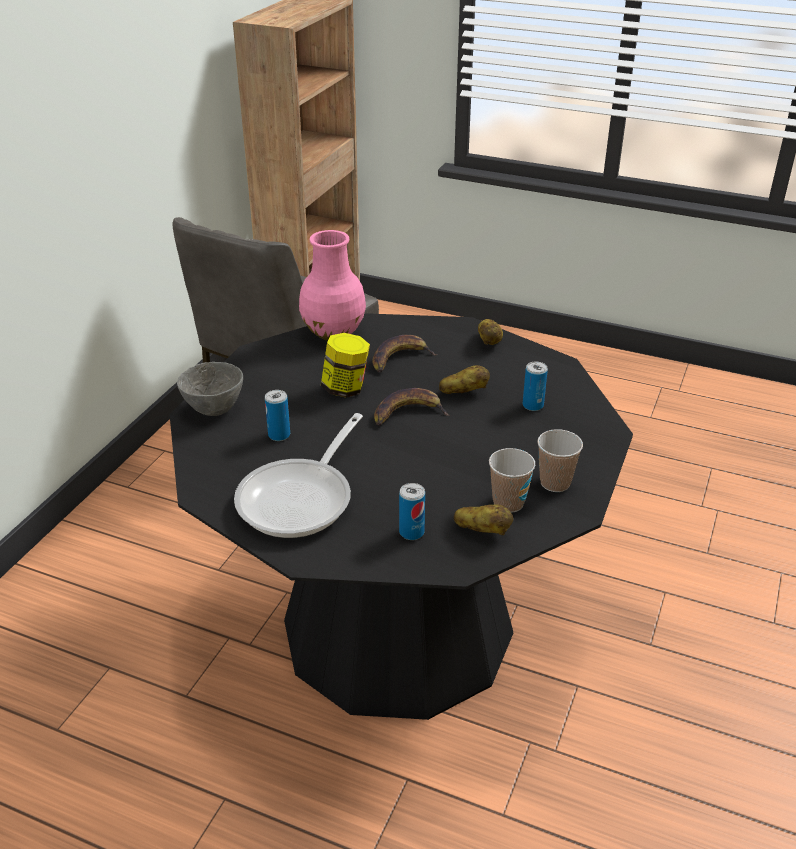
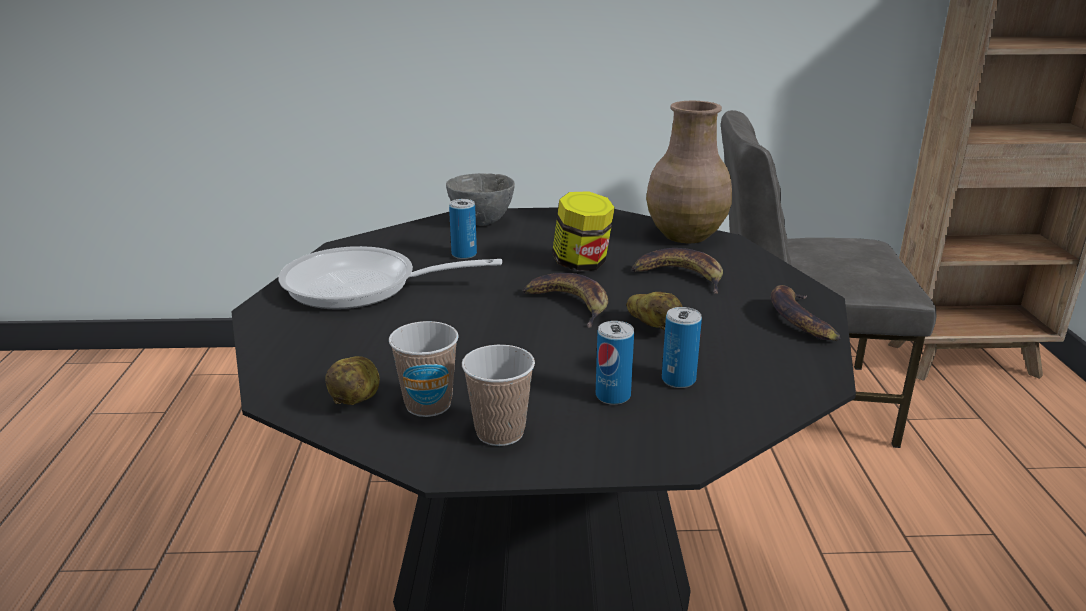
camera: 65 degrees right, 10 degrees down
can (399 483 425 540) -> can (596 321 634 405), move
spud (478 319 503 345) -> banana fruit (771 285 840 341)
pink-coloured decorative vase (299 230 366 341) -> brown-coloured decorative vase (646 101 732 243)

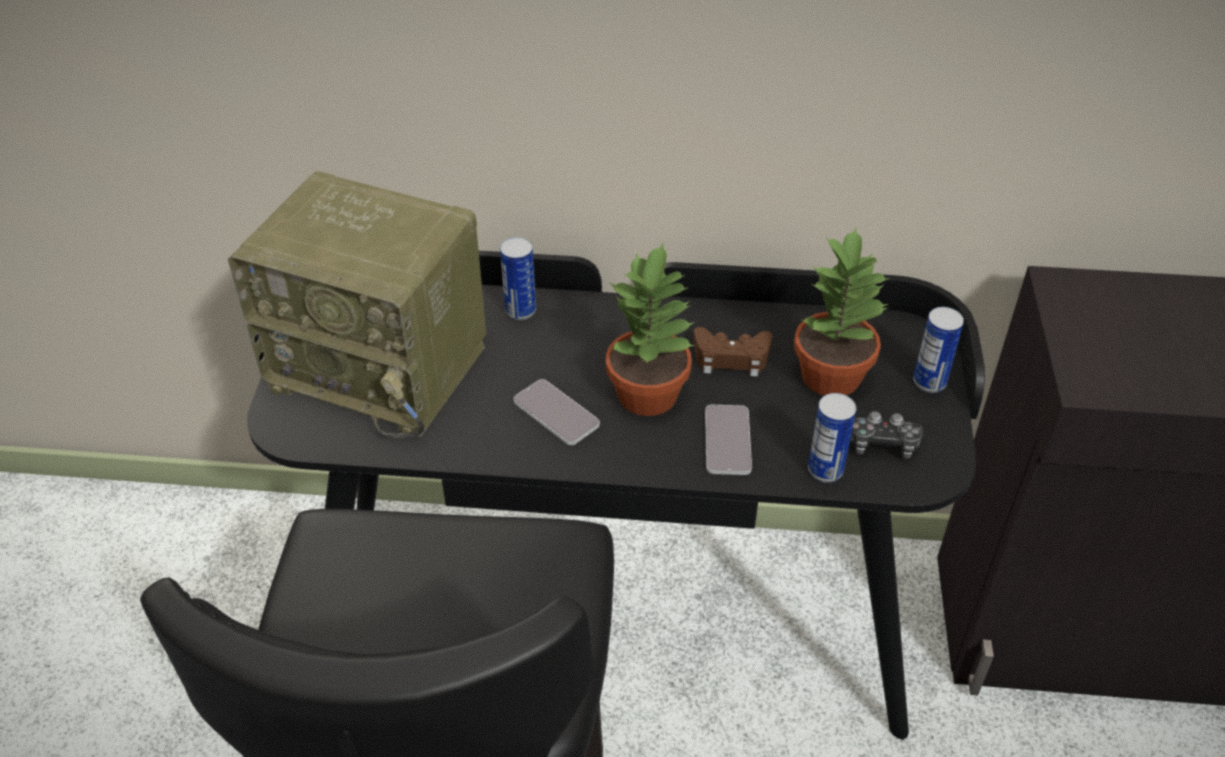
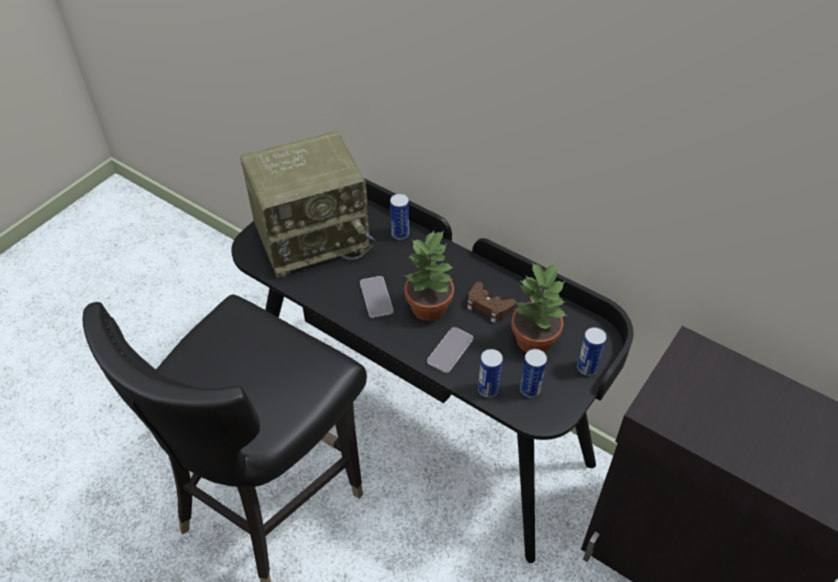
camera: 30 degrees right, 5 degrees up
joypad (850 411 924 459) -> can (520 349 547 398)
radio (228 172 486 438) -> radio (240 131 376 278), 75 degrees counterclockwise

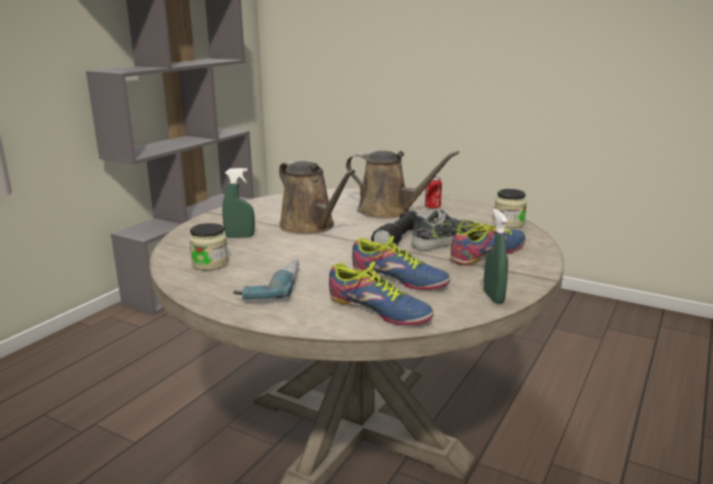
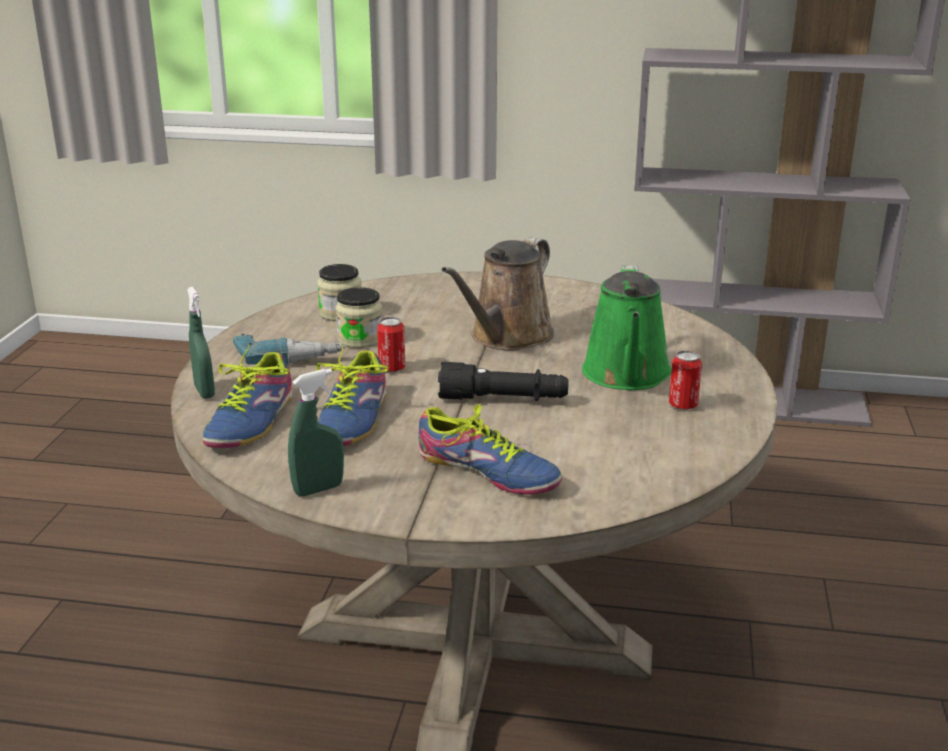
camera: 70 degrees right, 5 degrees up
item of footwear (411 208 477 251) -> none
none -> can (377 317 405 372)
green-coloured hand sprayer (222 168 255 238) -> green-coloured hand sprayer (187 287 215 399), move
preserve jar (494 189 527 228) -> preserve jar (335 287 382 348), move
brown-coloured watering pot (346 151 459 219) -> green-coloured watering pot (582 265 672 390)

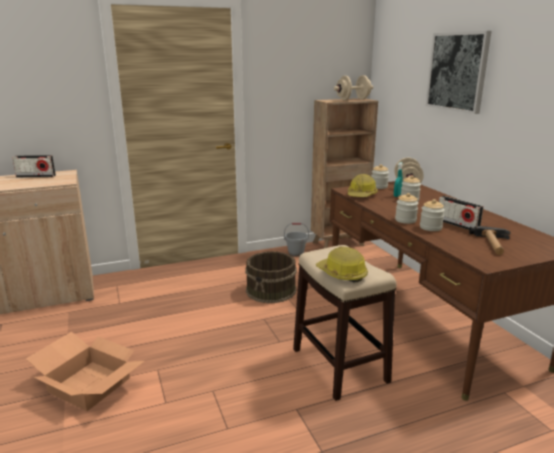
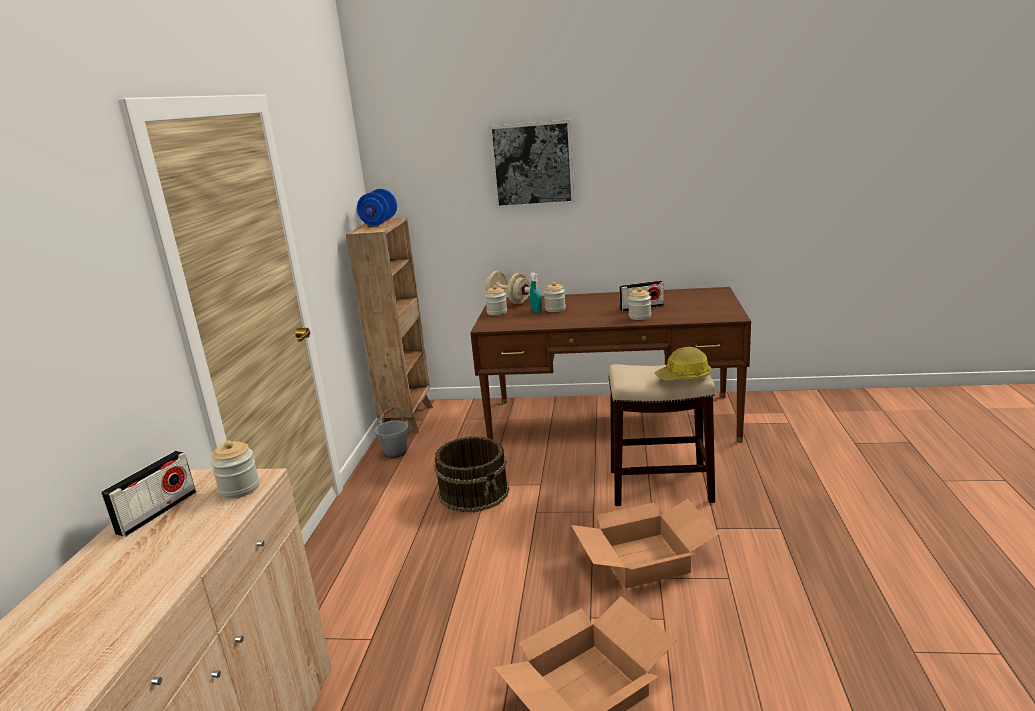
camera: 60 degrees left, 0 degrees up
safety helmet (348 174 378 197) -> none
tool hammer (469 226 511 255) -> none
none -> packing box (571 499 720 589)
preserve jar (395 193 419 224) -> preserve jar (210 440 260 499), move
beige dumbbell (334 75 373 100) -> bluish dumbbell (357 189 397 226)

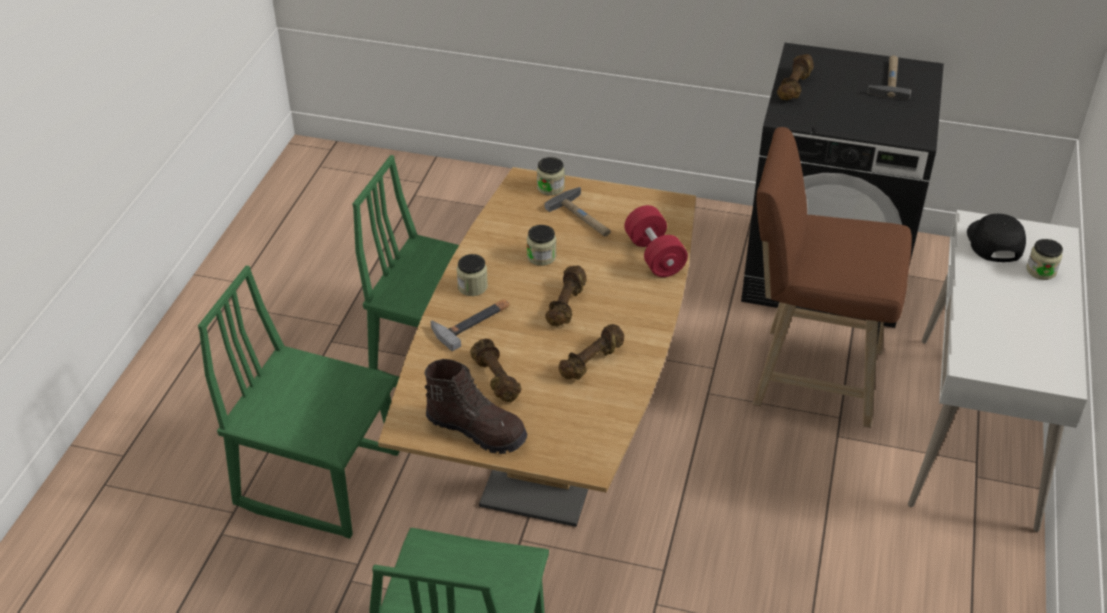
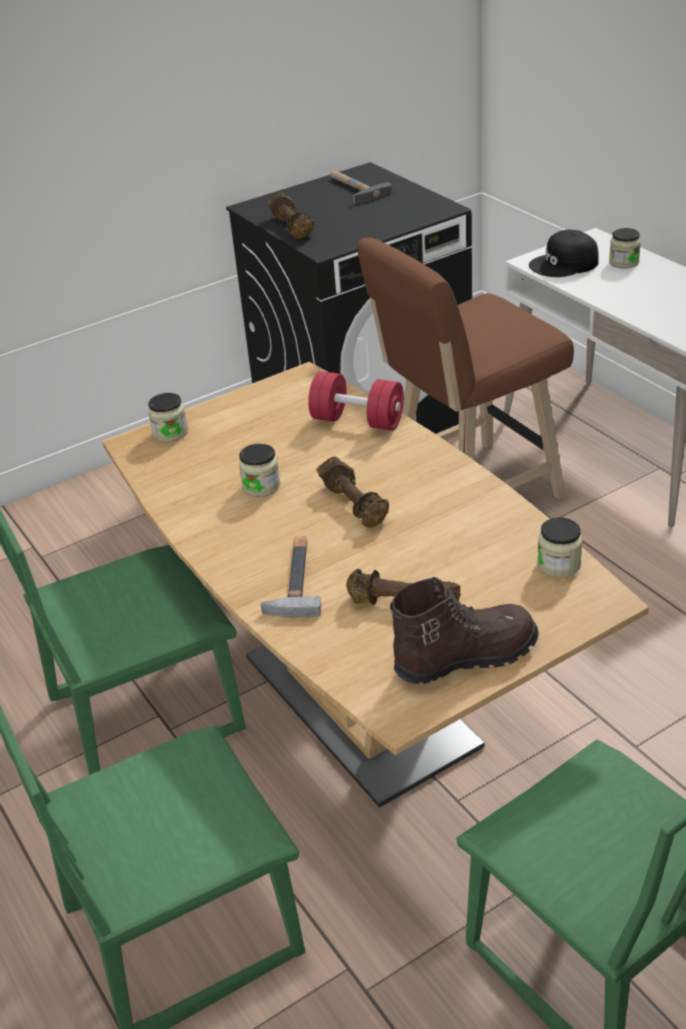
camera: 45 degrees left, 5 degrees down
tool hammer (545 187 611 236) -> none
brown-coloured dumbbell (559 324 625 380) -> none
preserve jar (457 254 488 296) -> preserve jar (537 517 583 578), move
black cap (967 214 1026 262) -> black cap (529 230 599 277), 60 degrees counterclockwise

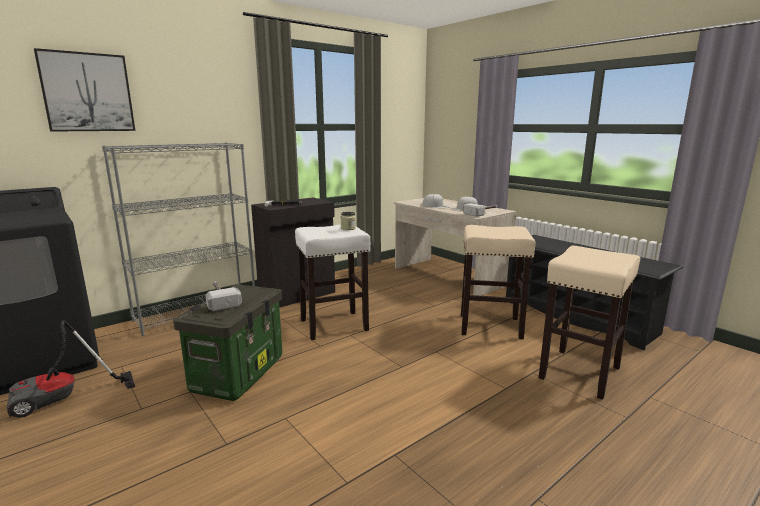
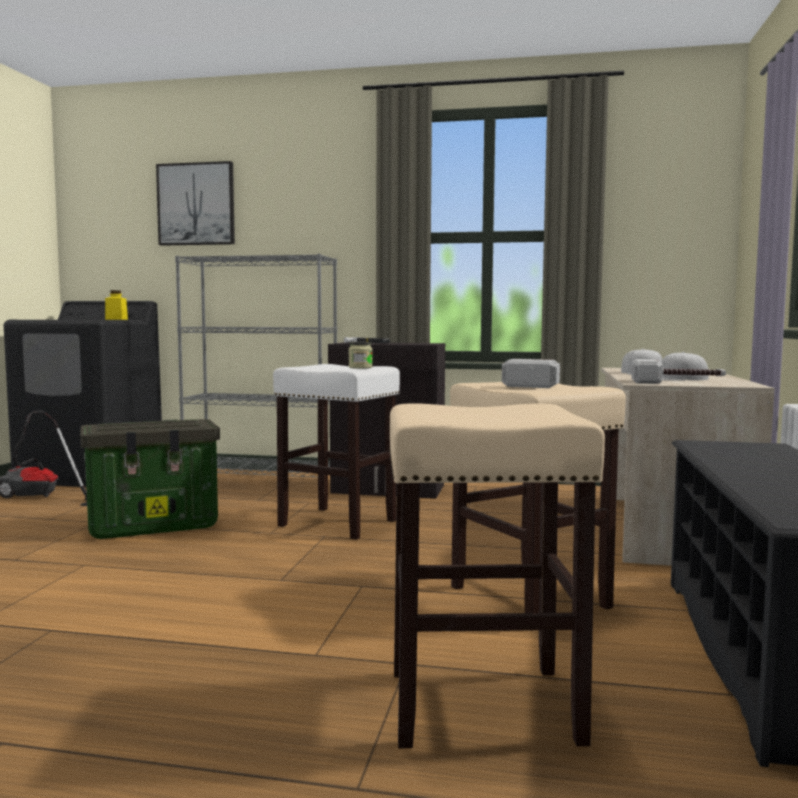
camera: 50 degrees right, 10 degrees down
none -> yellow-coloured preserve jar (105 290 128 320)
tool hammer (206 282 242 311) -> tool hammer (502 359 560 388), move

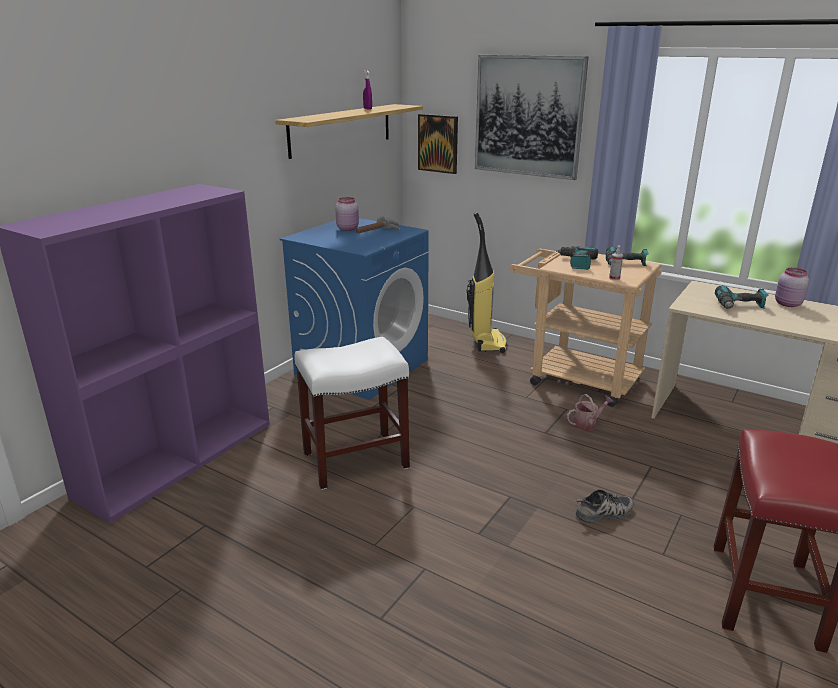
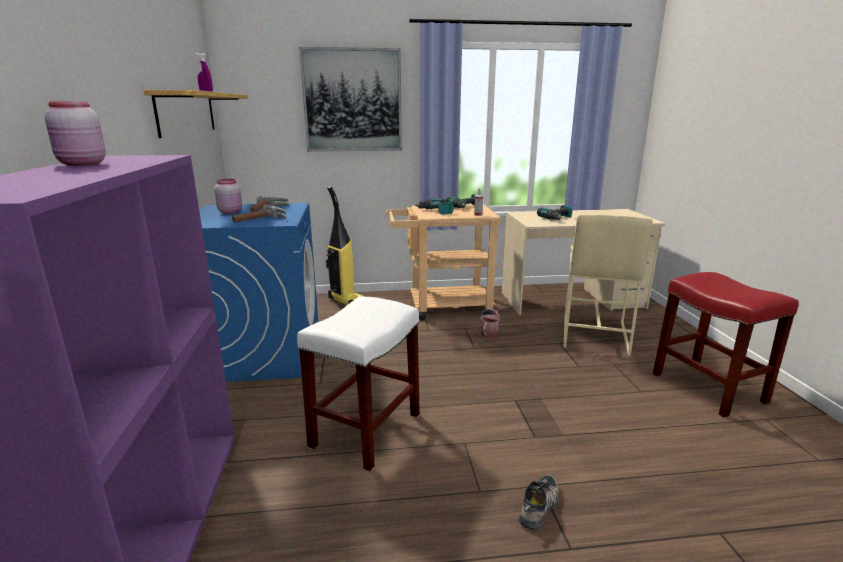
camera: 40 degrees left, 5 degrees down
wall art (418 114 458 174) -> none
none -> tool hammer (232 205 286 222)
none -> beige stool (564 214 653 356)
item of footwear (576 489 633 522) -> item of footwear (519 474 559 529), move
pink-coloured preserve jar (775 268 809 307) -> pink-coloured preserve jar (45 101 106 166), move

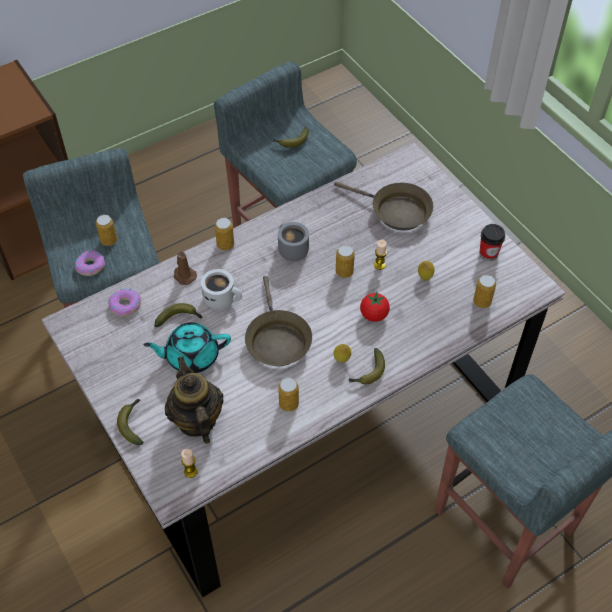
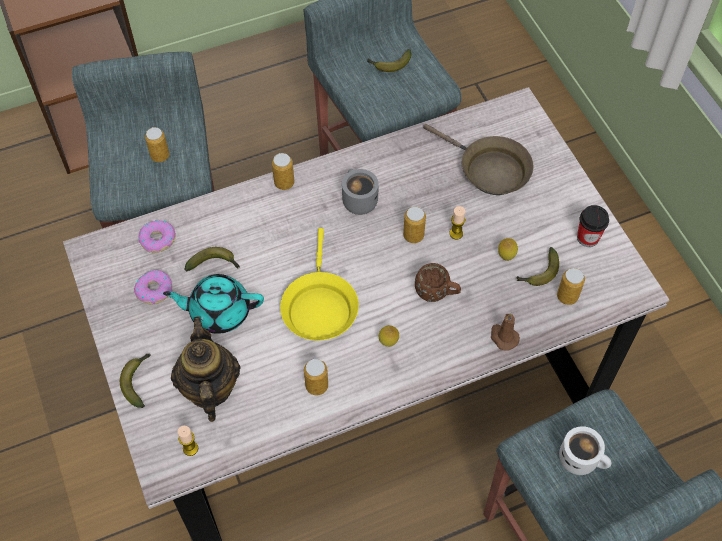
camera: 10 degrees right, 5 degrees up
donut (75 250 105 276) -> donut (134 270 172 305), move
brown-coloured wax candle (174 249 197 285) -> brown-coloured wax candle (491 313 520 351), move
white-coloured mug (201 269 242 310) -> white-coloured mug (559 426 611 475), move
banana fruit (349 348 385 384) -> banana fruit (516 247 559 286), move
whole tomato (360 292 390 322) -> brown-coloured mug (415 263 461 302)
brown-coloured frying pan (245 276 312 366) -> yellow-coloured frying pan (280 228 359 340)

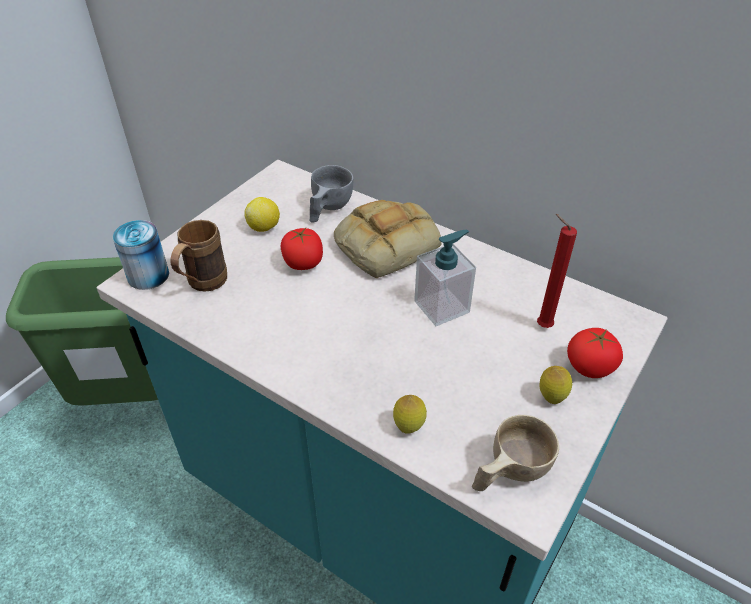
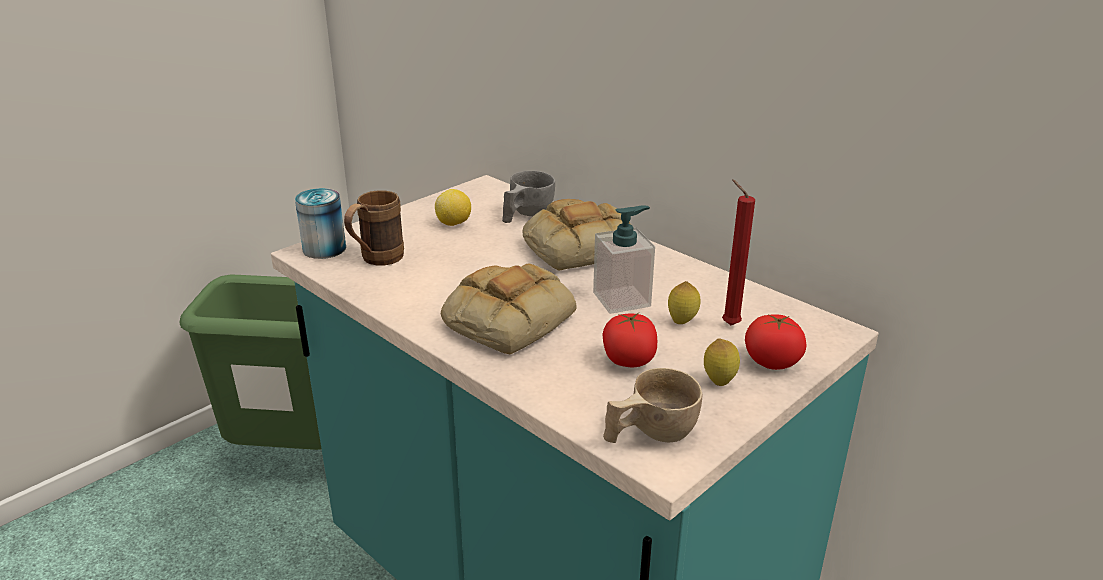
camera: 10 degrees right, 15 degrees down
none -> baked bread (441 263 577 354)
whole tomato (281 228 323 270) -> whole tomato (603 313 657 367), move
whole lemon (393 395 427 434) -> whole lemon (668 281 701 324), move

